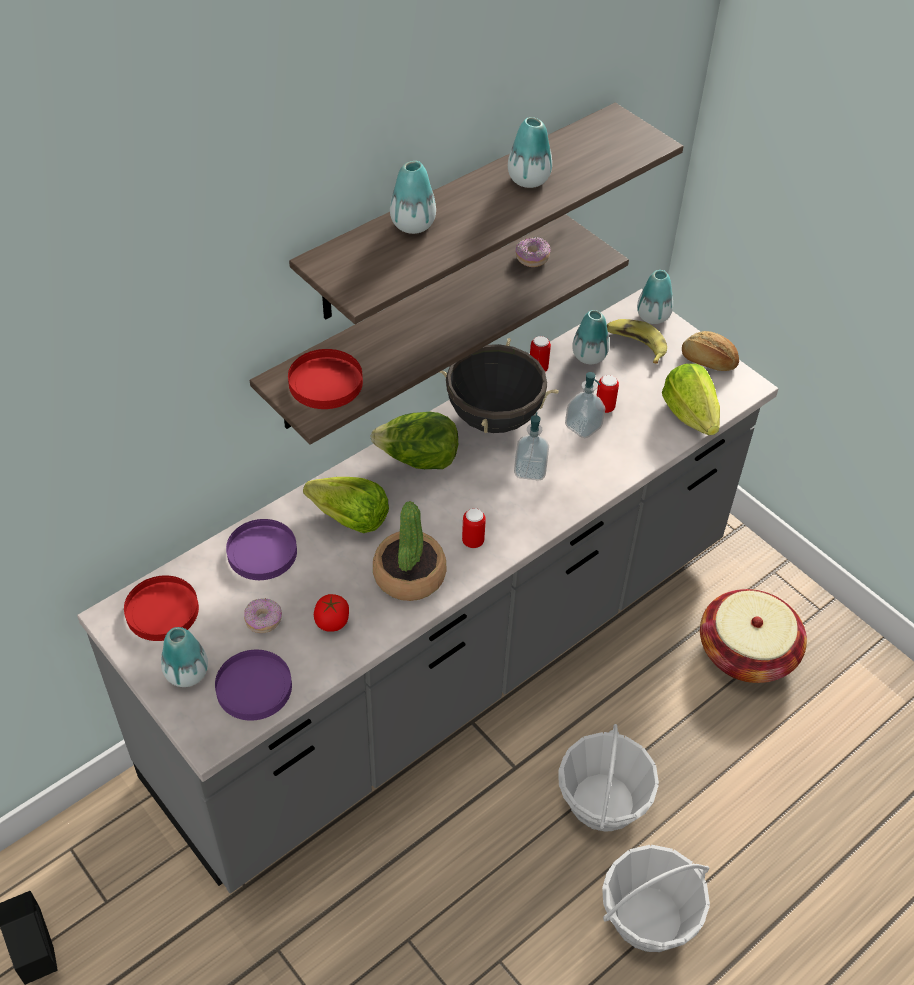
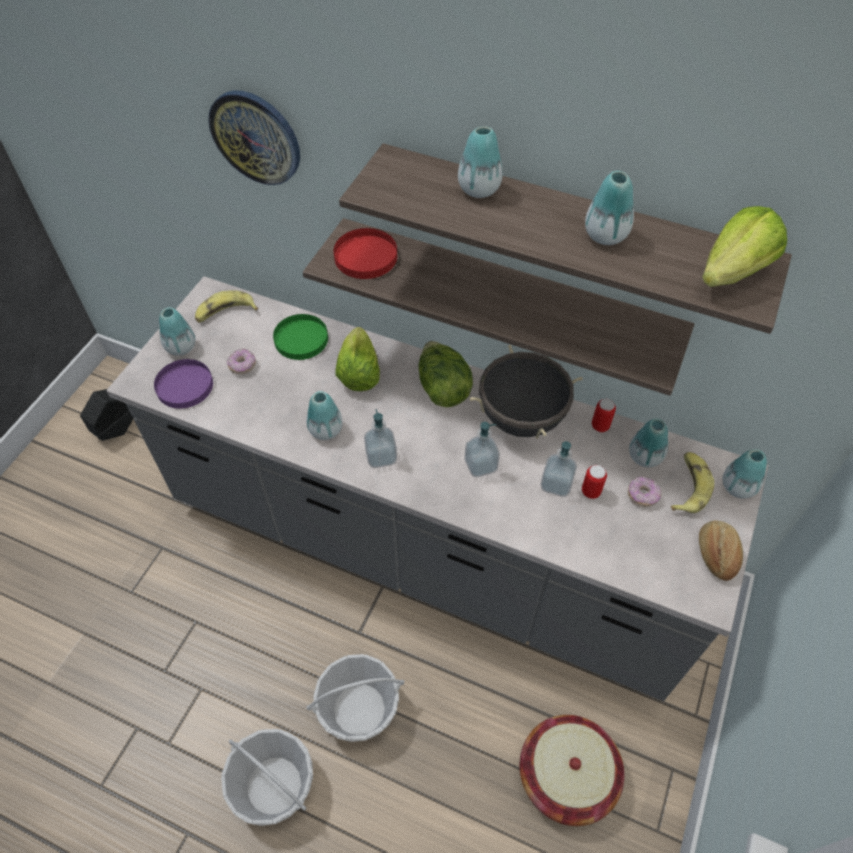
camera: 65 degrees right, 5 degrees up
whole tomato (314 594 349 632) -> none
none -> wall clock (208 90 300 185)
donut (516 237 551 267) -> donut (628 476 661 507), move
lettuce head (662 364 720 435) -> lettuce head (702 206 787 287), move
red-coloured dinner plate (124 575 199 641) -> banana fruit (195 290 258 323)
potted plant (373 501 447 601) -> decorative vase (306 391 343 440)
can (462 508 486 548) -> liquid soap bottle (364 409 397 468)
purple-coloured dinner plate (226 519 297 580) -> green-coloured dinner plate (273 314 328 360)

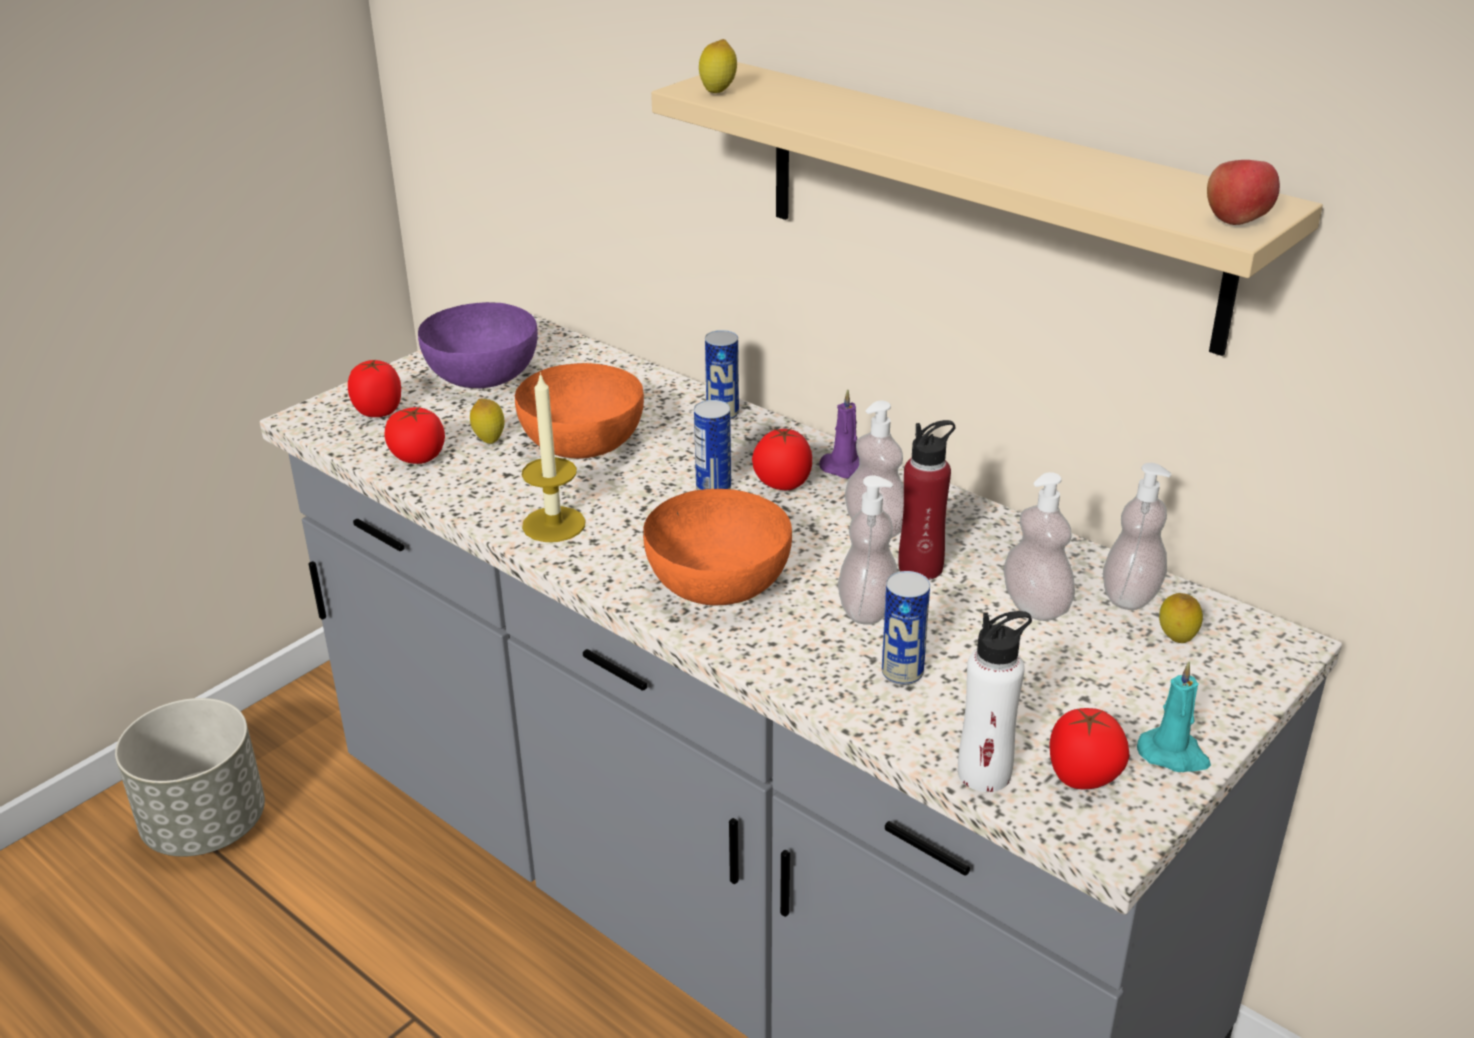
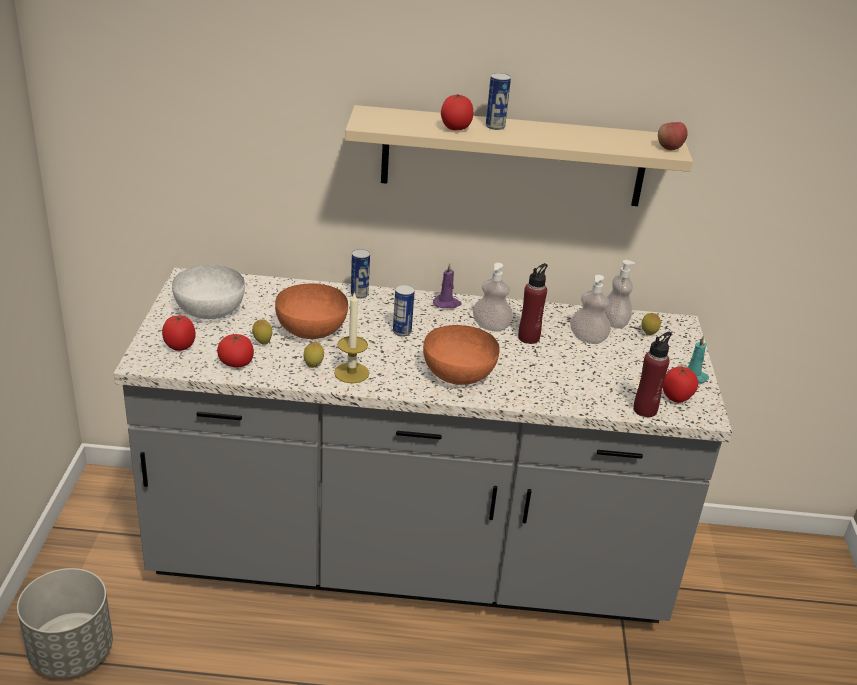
camera: 40 degrees left, 0 degrees up
liquid soap bottle (838 475 898 625) -> none
whole lemon (699 39 737 93) -> whole lemon (304 341 324 368), move
whole tomato (752 428 812 490) -> whole tomato (441 94 473 130), move
can (882 571 930 685) -> can (486 73 511 130), move
purple-coloured bowl (418 302 538 388) -> white-coloured bowl (172 265 245 319)
white-coloured bottle (958 611 1032 792) -> red-coloured bottle (633 332 672 417)

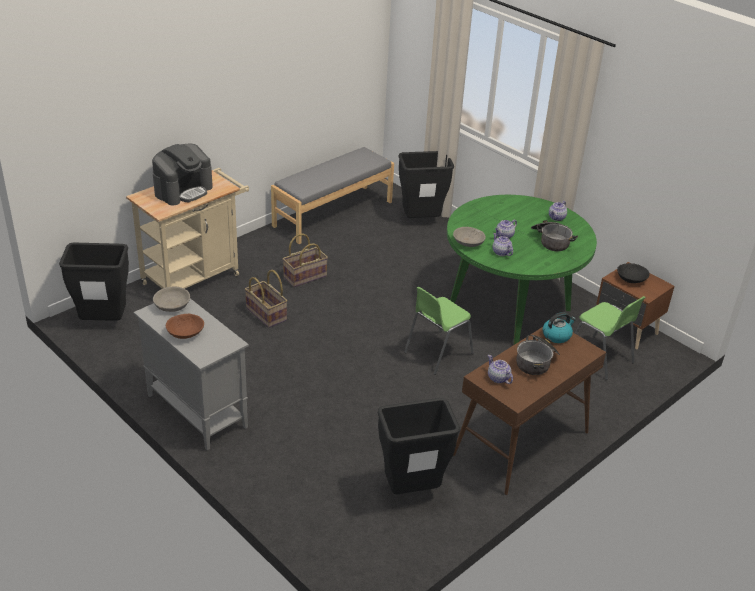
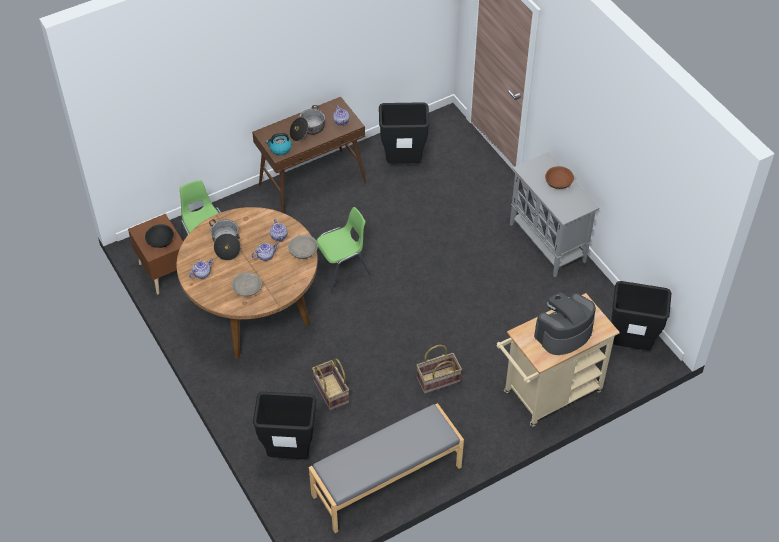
camera: 165 degrees left, 15 degrees up
grey bowl (153 287 190 312) -> grey bowl (231 273 262 296), move
household basket (245 270 288 328) -> household basket (312 358 349 410), move
green-coloured dining table (447 195 597 345) -> brown-coloured dining table (177 207 318 359)

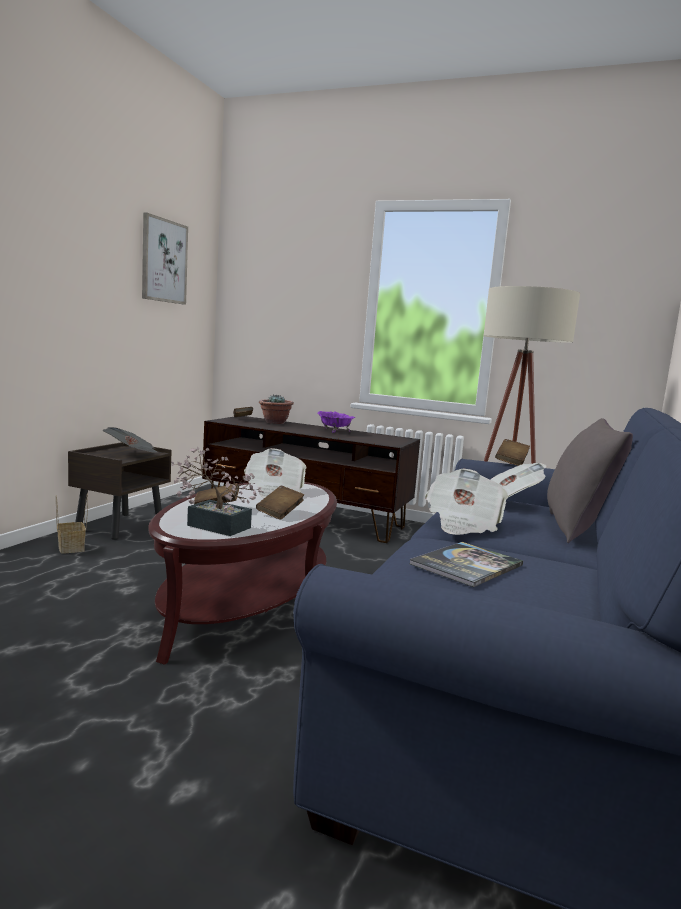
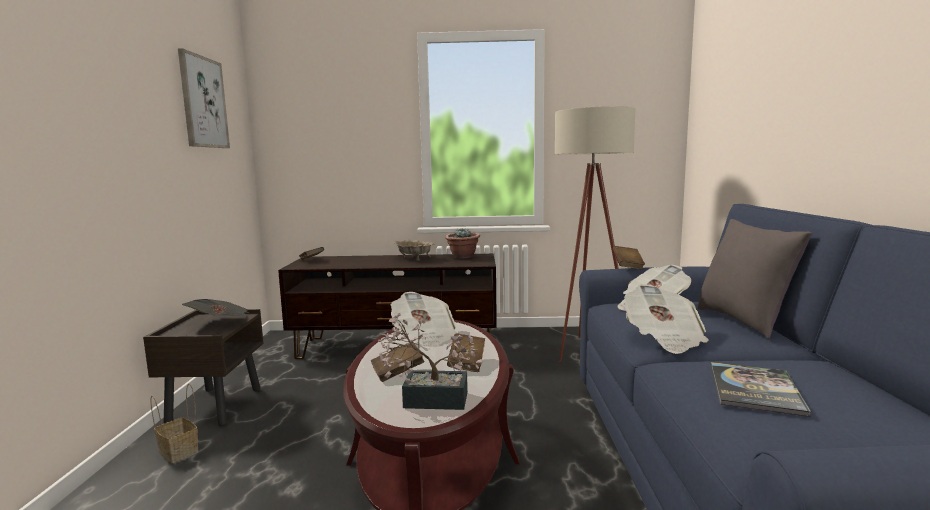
camera: 20 degrees left, 0 degrees up
potted plant (259 395 294 424) -> potted plant (445 228 480 258), move
purple-coloured bowl (318 411 356 433) -> beige bowl (394 239 435 261)

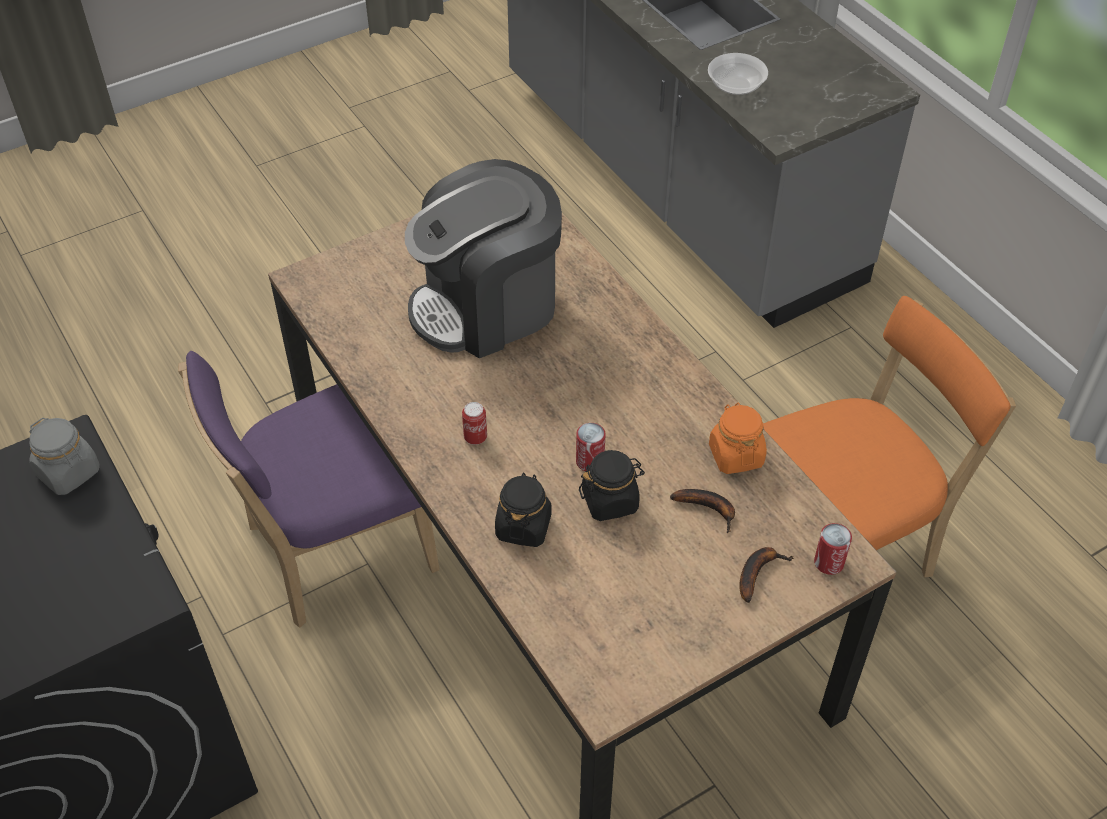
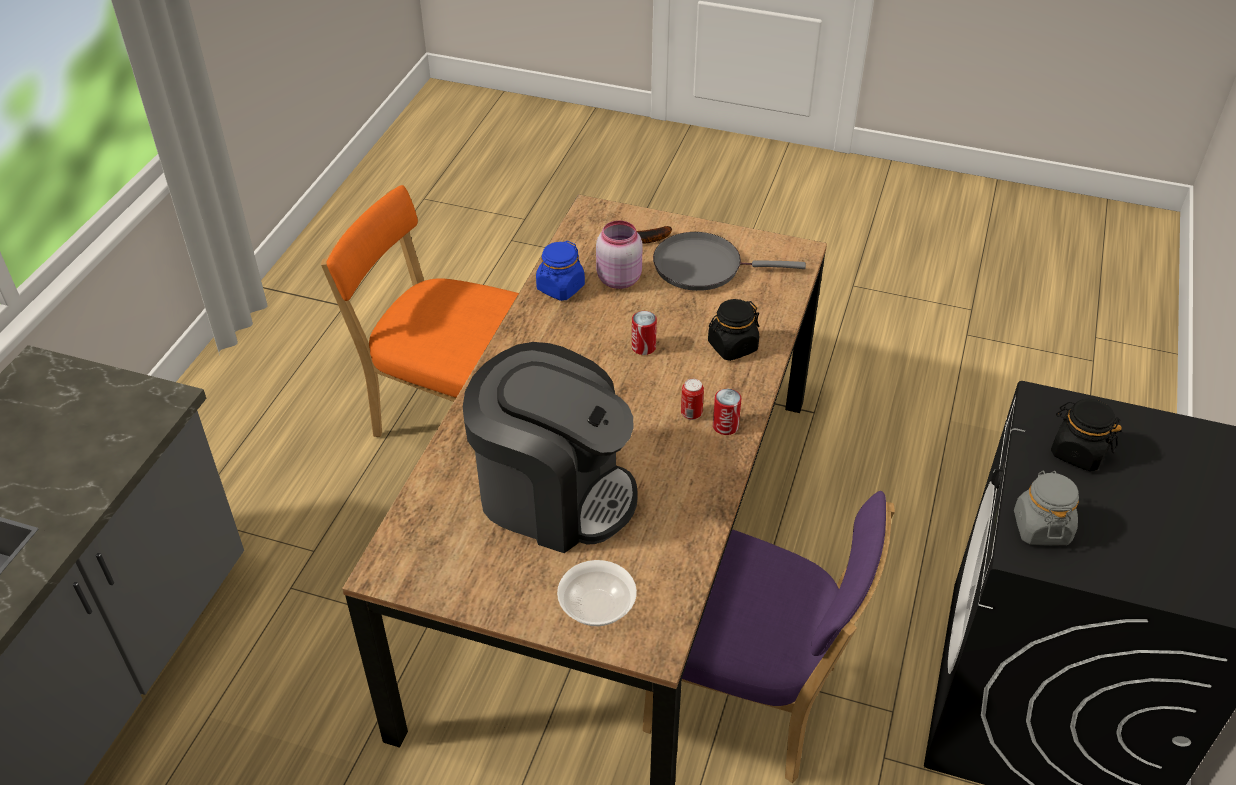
camera: 130 degrees left, 5 degrees down
none -> grey frying pan (653 232 806 291)
black preserve jar (579 450 645 521) -> black preserve jar (1051 399 1122 471), move
bowl (708 53 768 95) -> bowl (557 560 637 626), move
can (814 523 852 575) -> can (713 389 741 435), move
banana fruit (670 489 735 533) -> pink-coloured preserve jar (596 221 643 289)
orange-coloured preserve jar (709 402 767 474) -> bluish preserve jar (536 241 585 301)

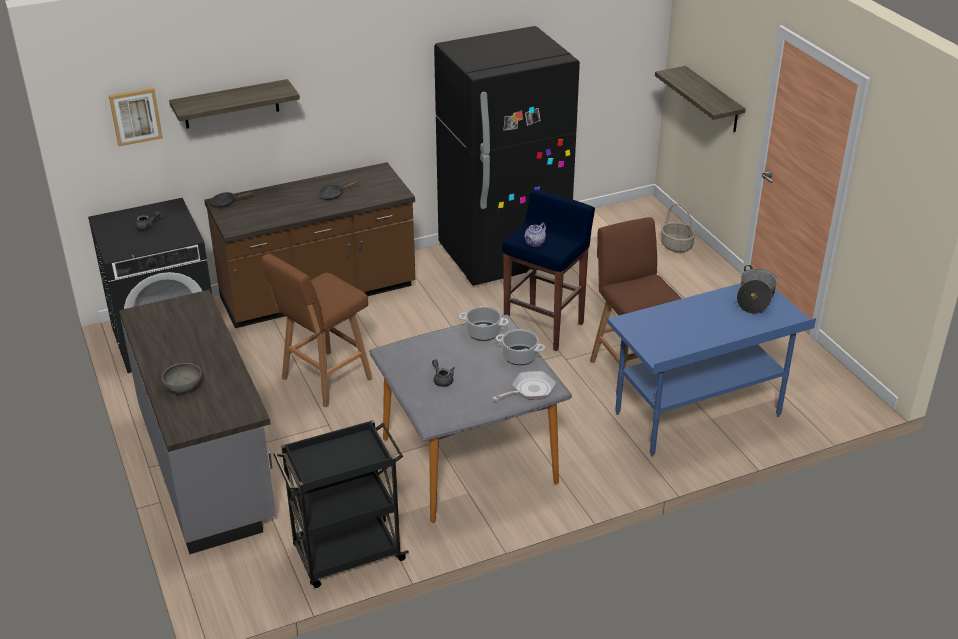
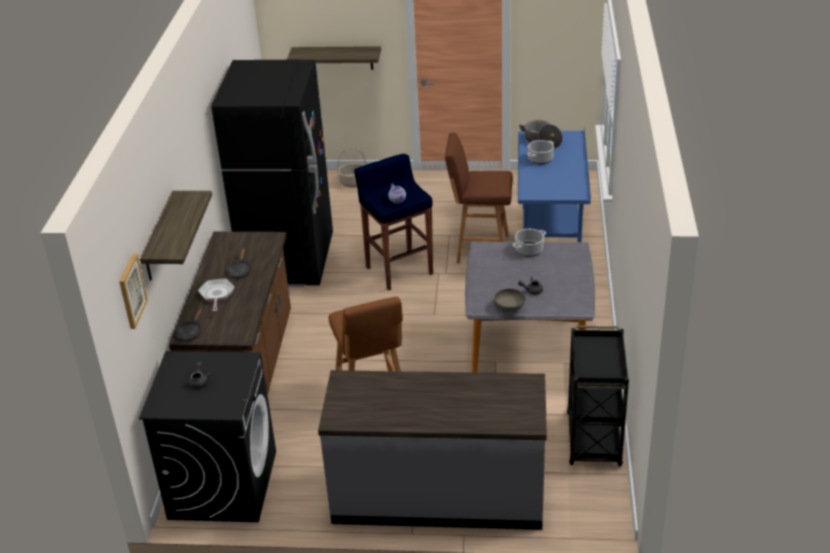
camera: 60 degrees left, 0 degrees up
grey bowl (162 363 202 393) -> grey bowl (494 288 525 312), move
cooking pot (459 306 509 341) -> cooking pot (528 140 554 164), move
frying pan (492 371 556 401) -> frying pan (198 279 234 311), move

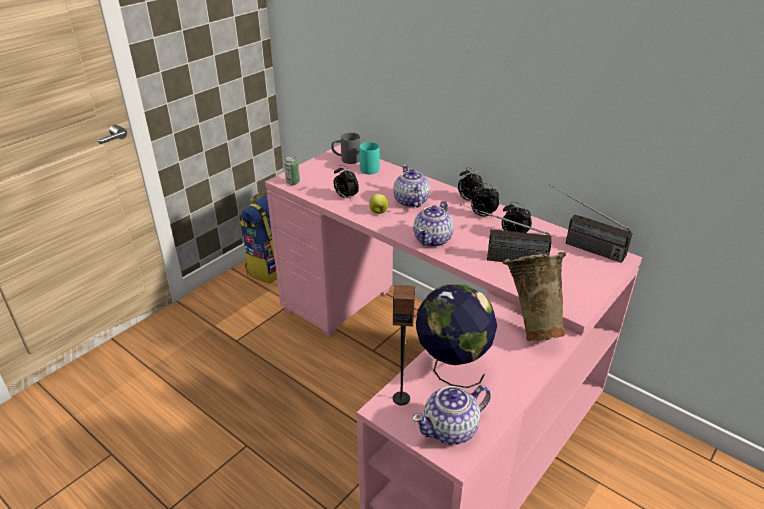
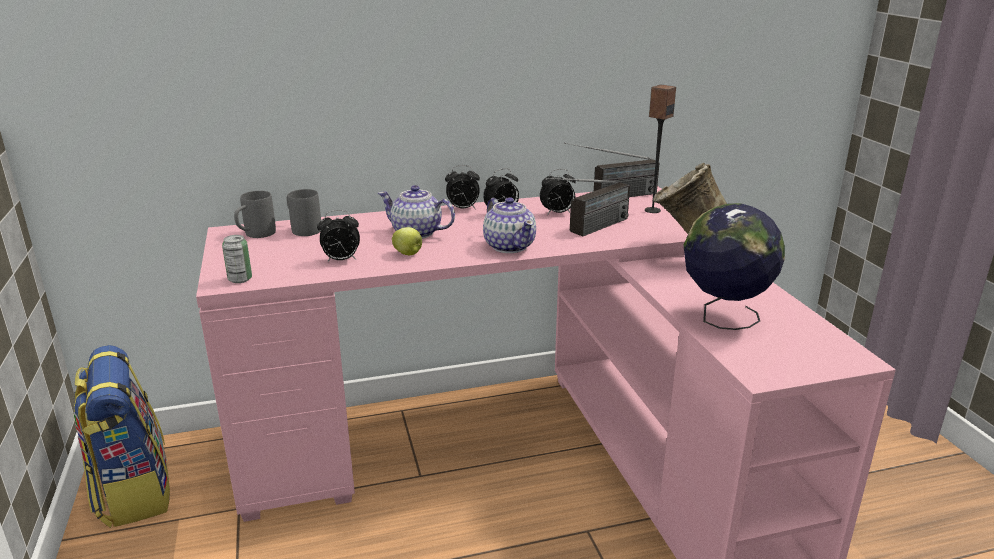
camera: 55 degrees left, 10 degrees down
teapot (412 385 491 445) -> none
loudspeaker (393 285 415 405) -> loudspeaker (645 84 676 213), move
turquoise mug (359 142 380 174) -> grey mug (287 189 321 236)

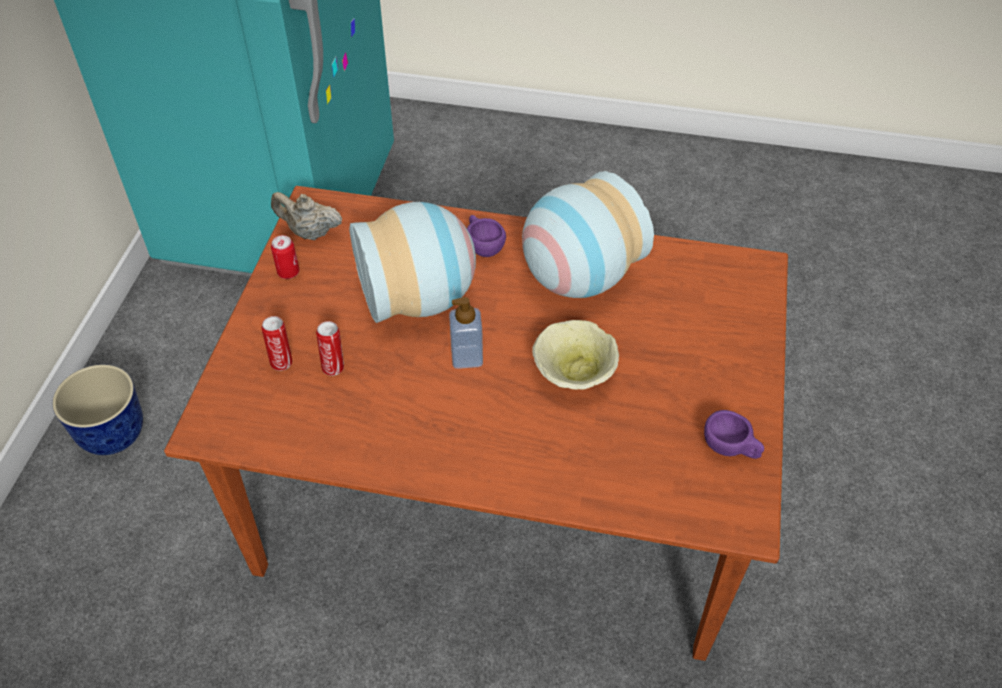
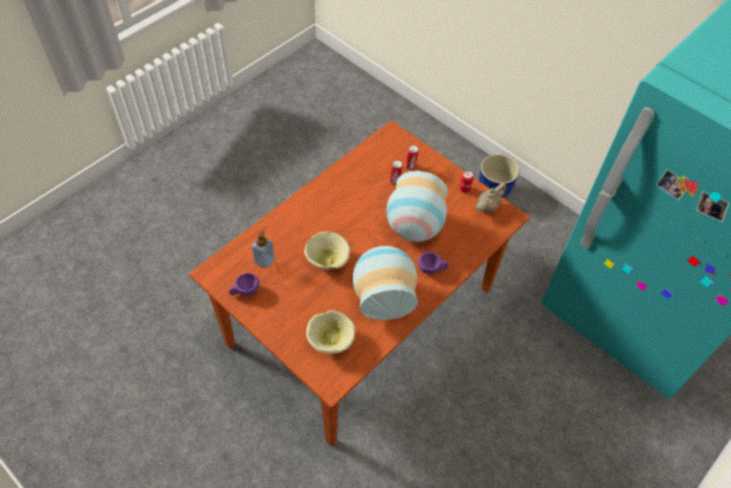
camera: 120 degrees right, 5 degrees up
none -> beige bowl (306 310 355 354)
liquid soap bottle (449 297 483 369) -> liquid soap bottle (252 230 275 269), move

